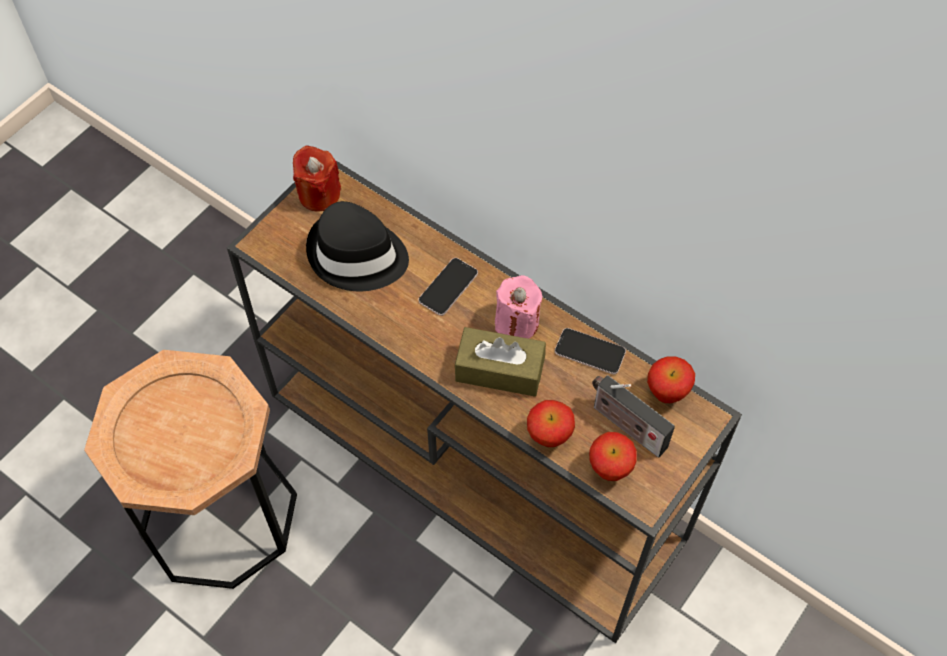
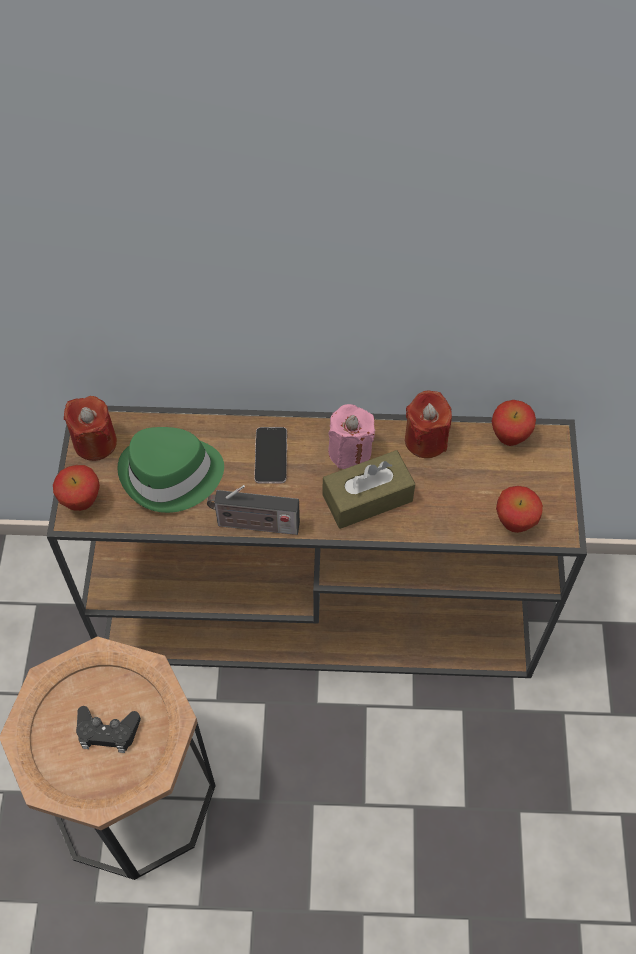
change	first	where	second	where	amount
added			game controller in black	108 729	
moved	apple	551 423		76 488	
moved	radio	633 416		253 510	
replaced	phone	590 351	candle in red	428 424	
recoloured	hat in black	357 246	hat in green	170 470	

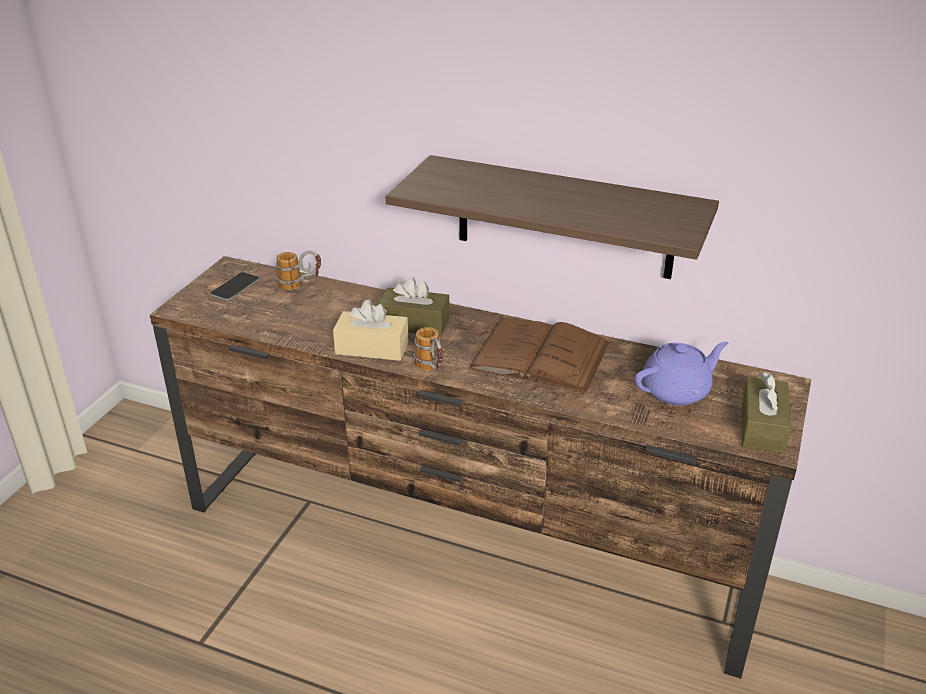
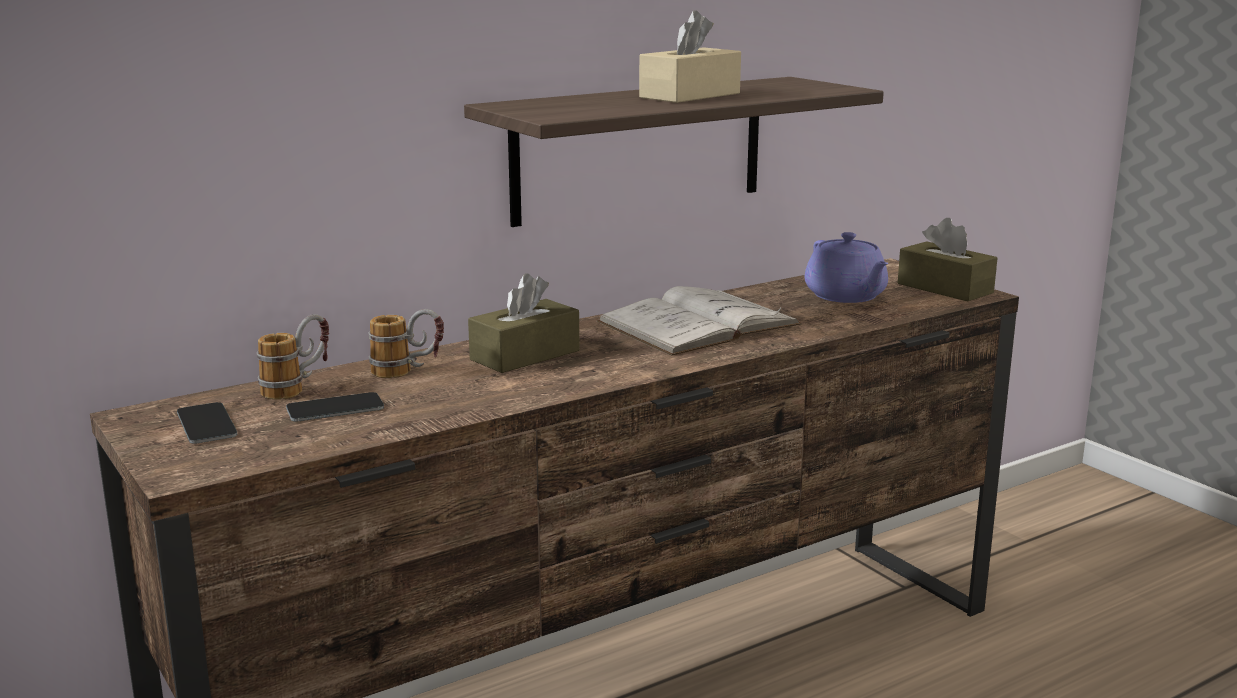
change	first	where	second	where	amount
added			phone	335 407	
moved	tissue box in beige	370 330		690 56	
moved	mug	428 349		406 343	
recoloured	book in brown	539 355	book in white	699 321	
turned	teapot in purple	681 373		846 267	150 degrees clockwise

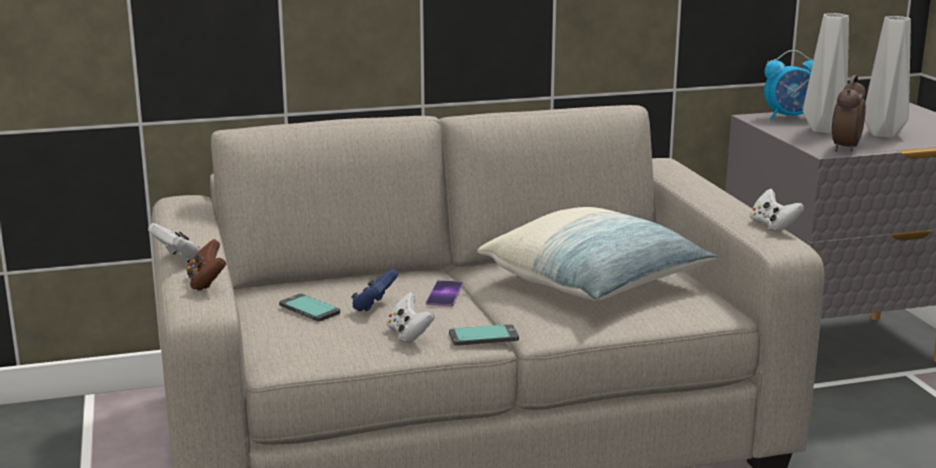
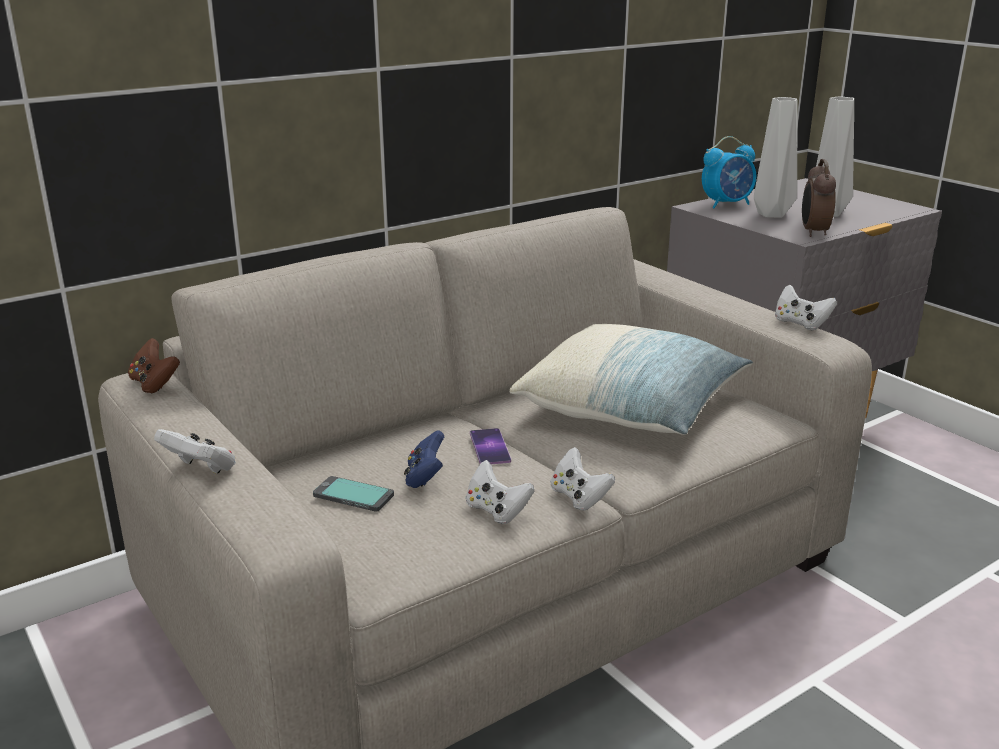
change	first	where	second	where	amount
moved	game controller in brown	206 265		154 365	
replaced	phone	484 335	game controller in white	583 479	

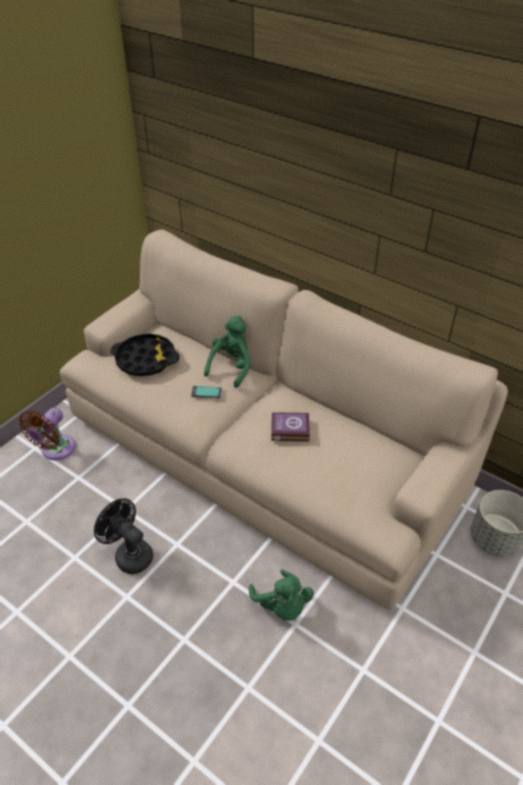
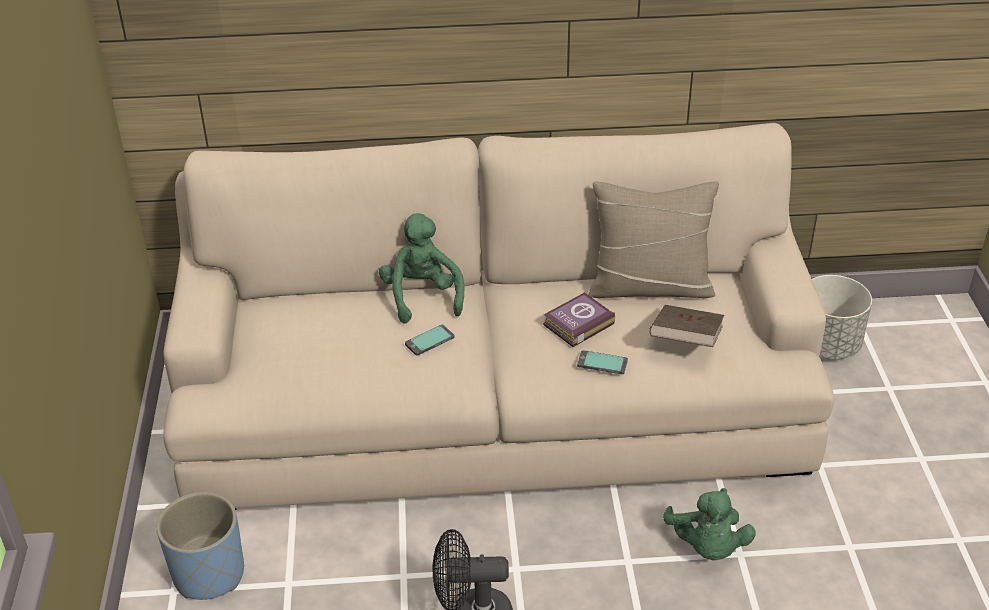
change	first	where	second	where	amount
removed	tray in black	145 355			
added			phone	602 362	
added			pillow in beige	653 239	
added			book in brown	686 326	
replaced	fan in brown	47 434	planter in blue	200 546	
turned	plush toy in green	281 595		709 524	60 degrees clockwise

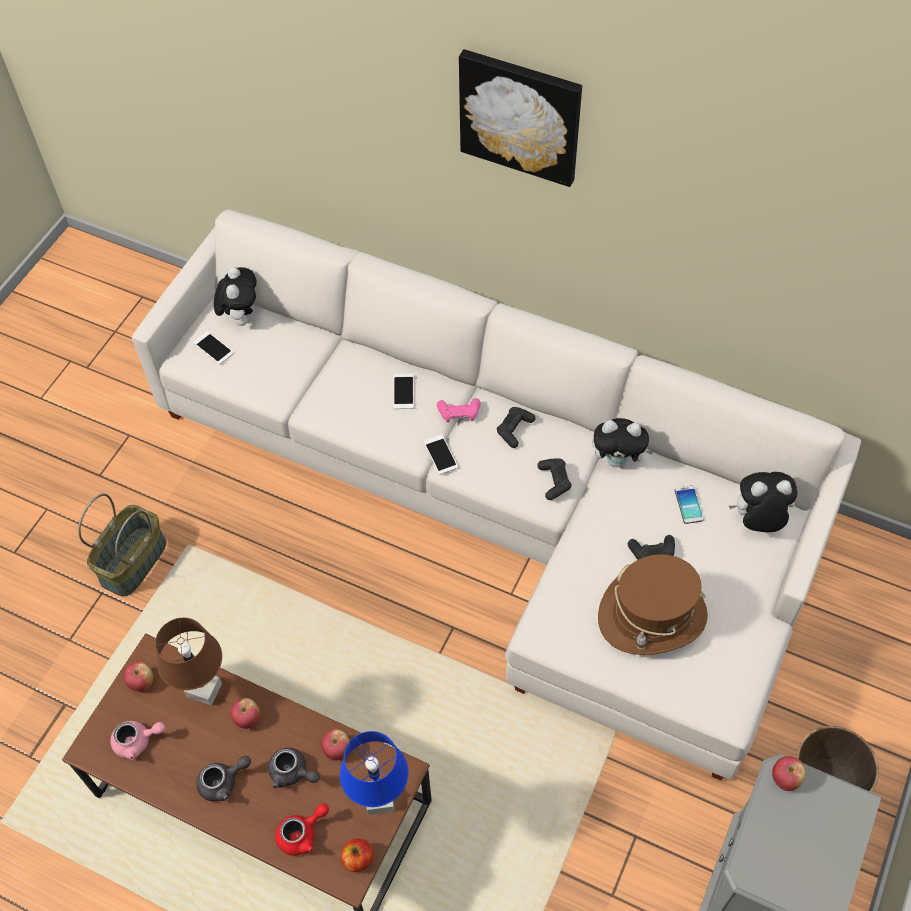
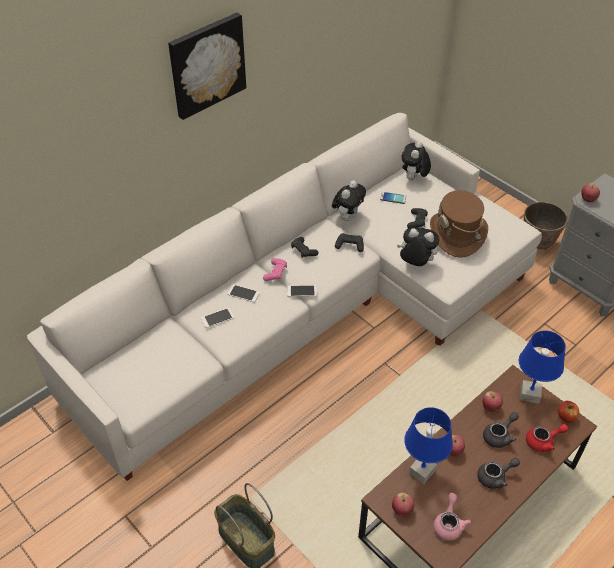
change	first	where	second	where	amount
moved	phone	213 347		218 318	
moved	plush toy	235 296		418 246	
recoloured	table lamp in brown	188 662	table lamp in blue	428 445	
turned	teapot in grey	223 779		498 473	75 degrees clockwise
turned	teapot in red	302 829		547 438	90 degrees clockwise

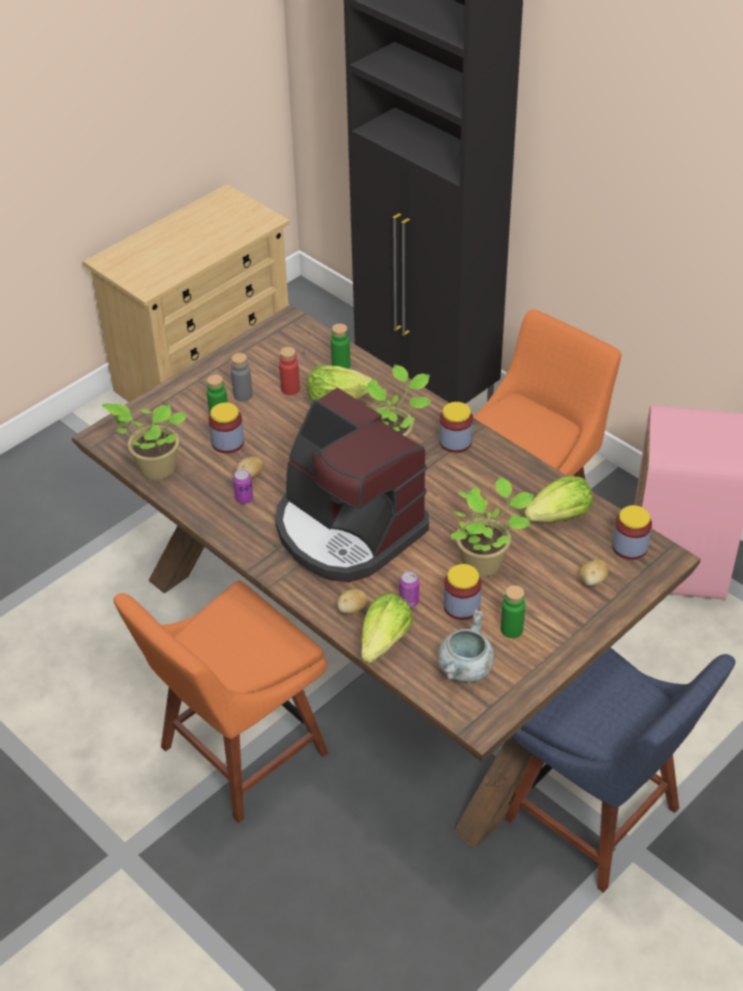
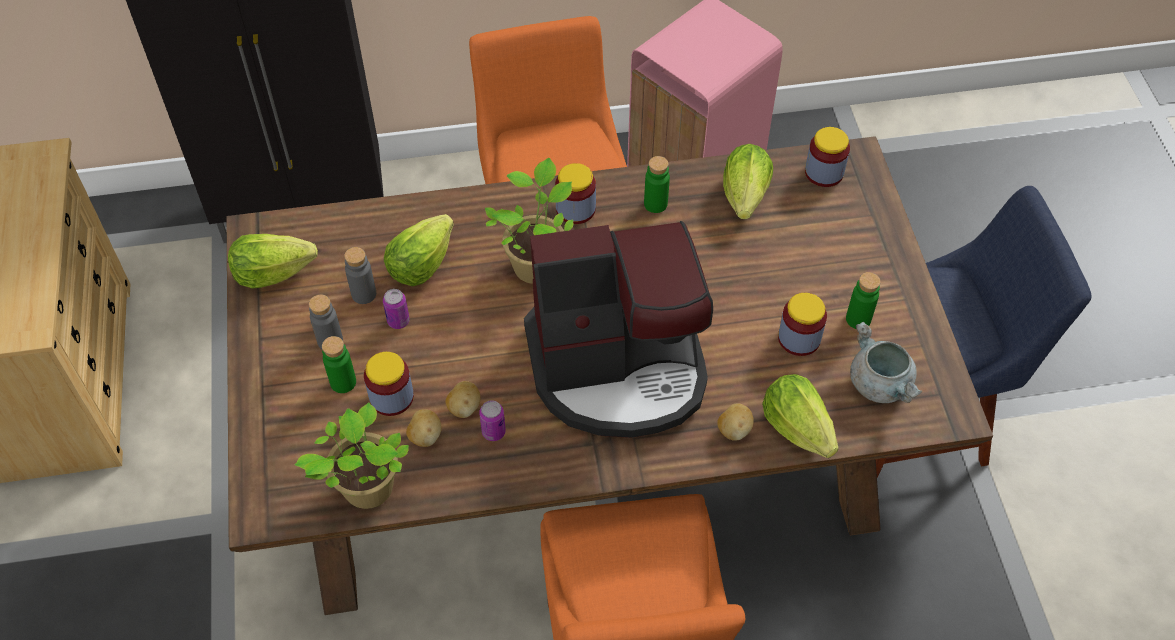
change	first	where	second	where	amount
removed	potted plant	492 527			
added			lettuce	273 261	
moved	bottle in green	340 346		657 184	
moved	can	409 589		396 309	
moved	potato	594 573		424 428	
recoloured	bottle in red	289 371	bottle in grey	360 275	

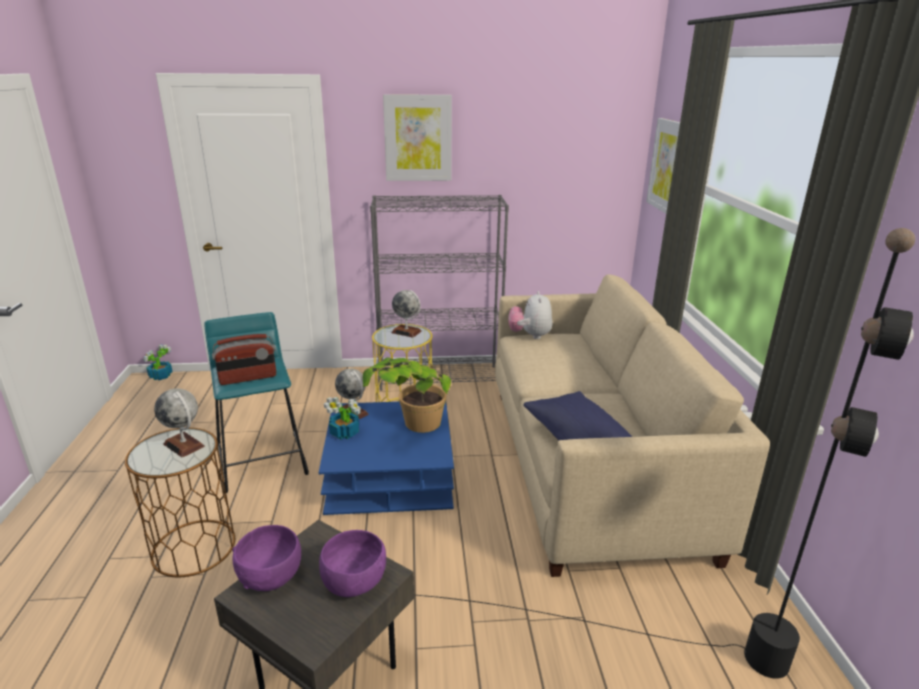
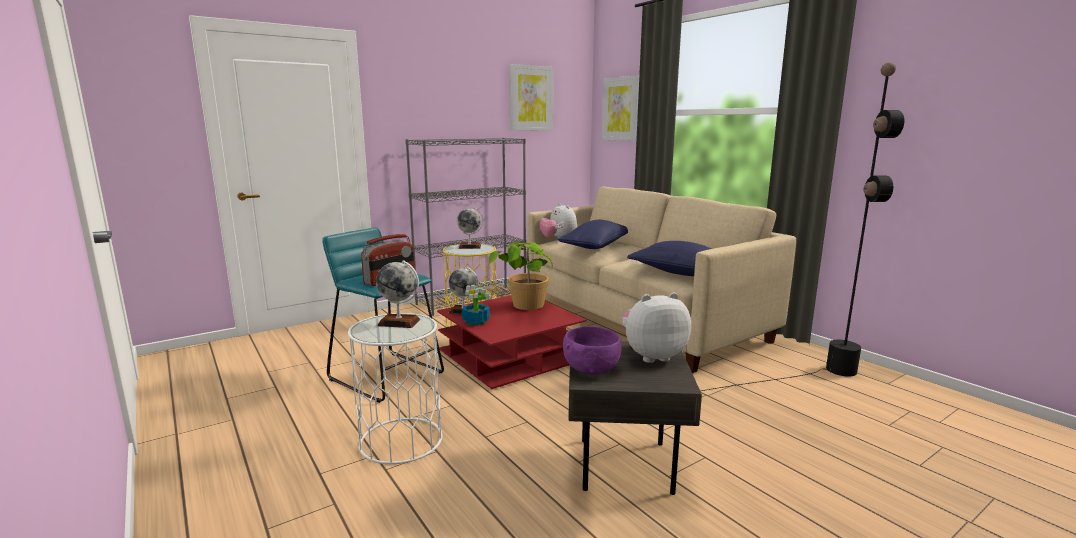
change	first	where	second	where	amount
removed	potted plant	158 362			
added			pillow in blue	593 234	
moved	picture	417 137		531 97	
replaced	bowl in purple	352 563	plush toy	656 328	
recoloured	side table in brown	180 502	side table in white	395 388	
recoloured	coffee table in blue	386 458	coffee table in red	512 342	

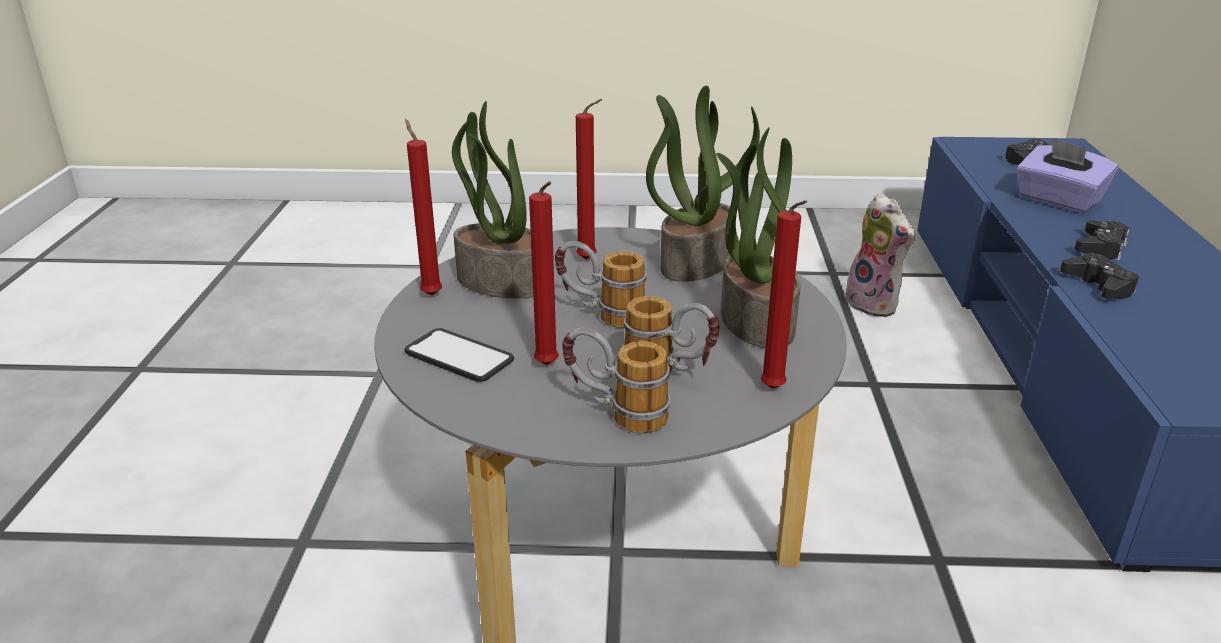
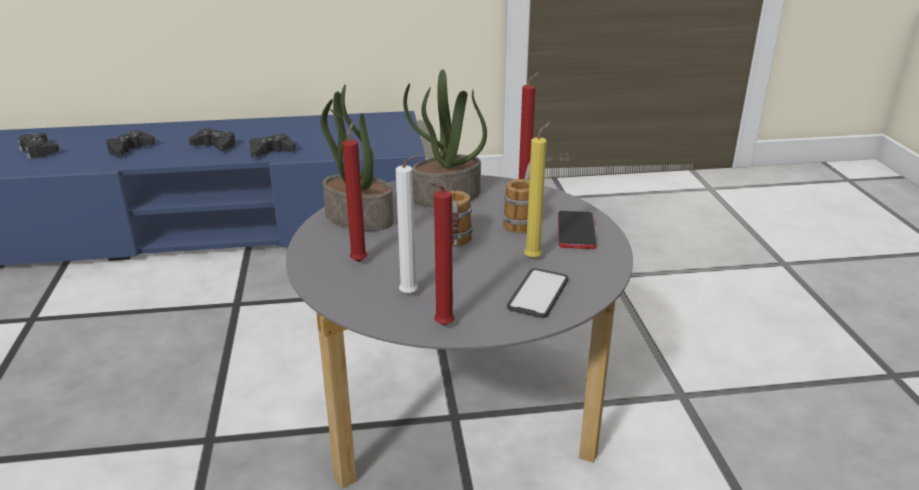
change	first	where	second	where	amount
removed	plush toy	880 255			
replaced	potted plant	492 199	candle in white	408 224	
replaced	mug	616 380	phone	577 230	
replaced	tissue box in purple	1068 175	game controller in black	131 143	
recoloured	candle in red	544 273	candle in yellow	537 190	

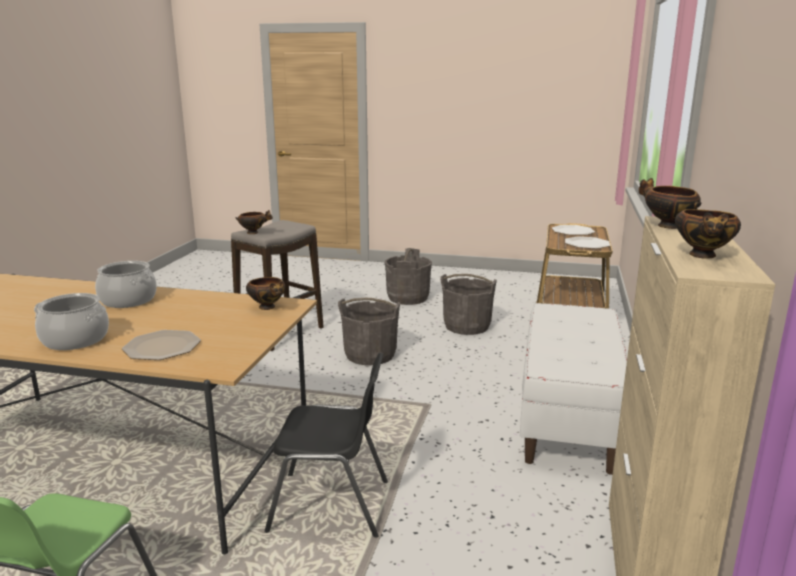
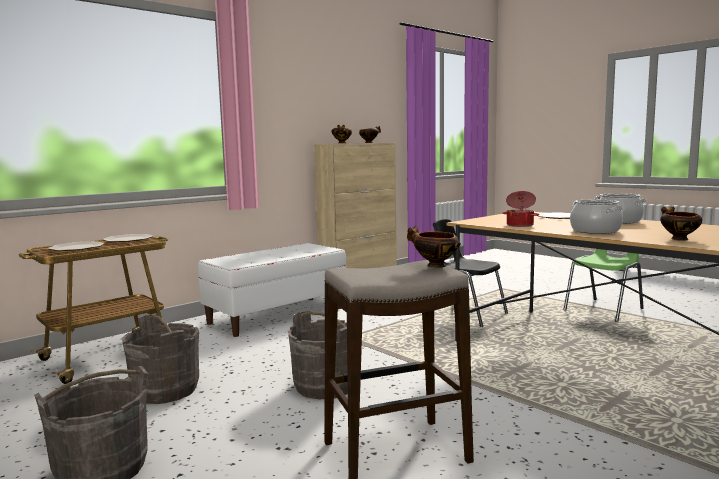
change	first	where	second	where	amount
added			cooking pot	520 209	
moved	bowl	265 293		681 223	

